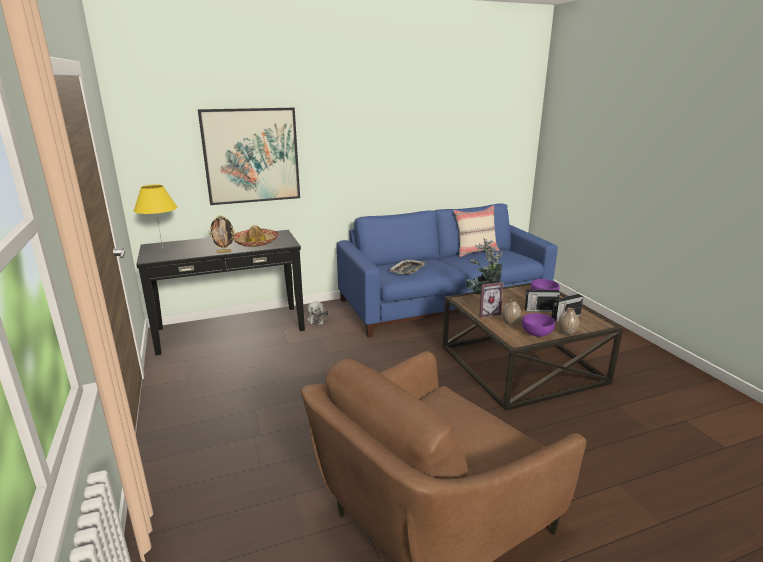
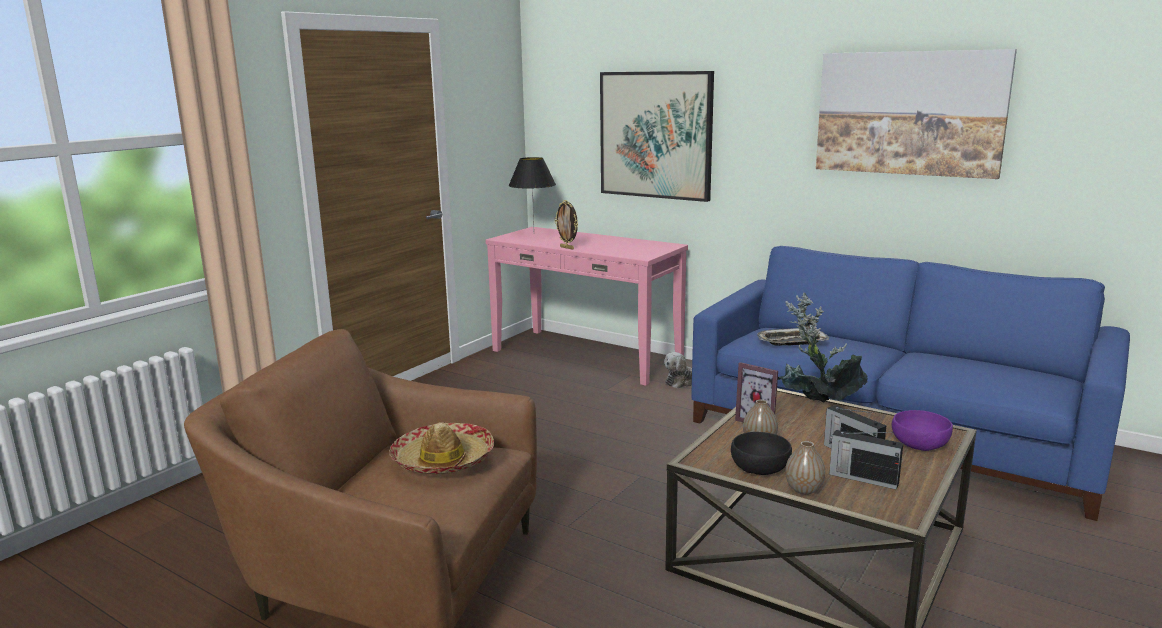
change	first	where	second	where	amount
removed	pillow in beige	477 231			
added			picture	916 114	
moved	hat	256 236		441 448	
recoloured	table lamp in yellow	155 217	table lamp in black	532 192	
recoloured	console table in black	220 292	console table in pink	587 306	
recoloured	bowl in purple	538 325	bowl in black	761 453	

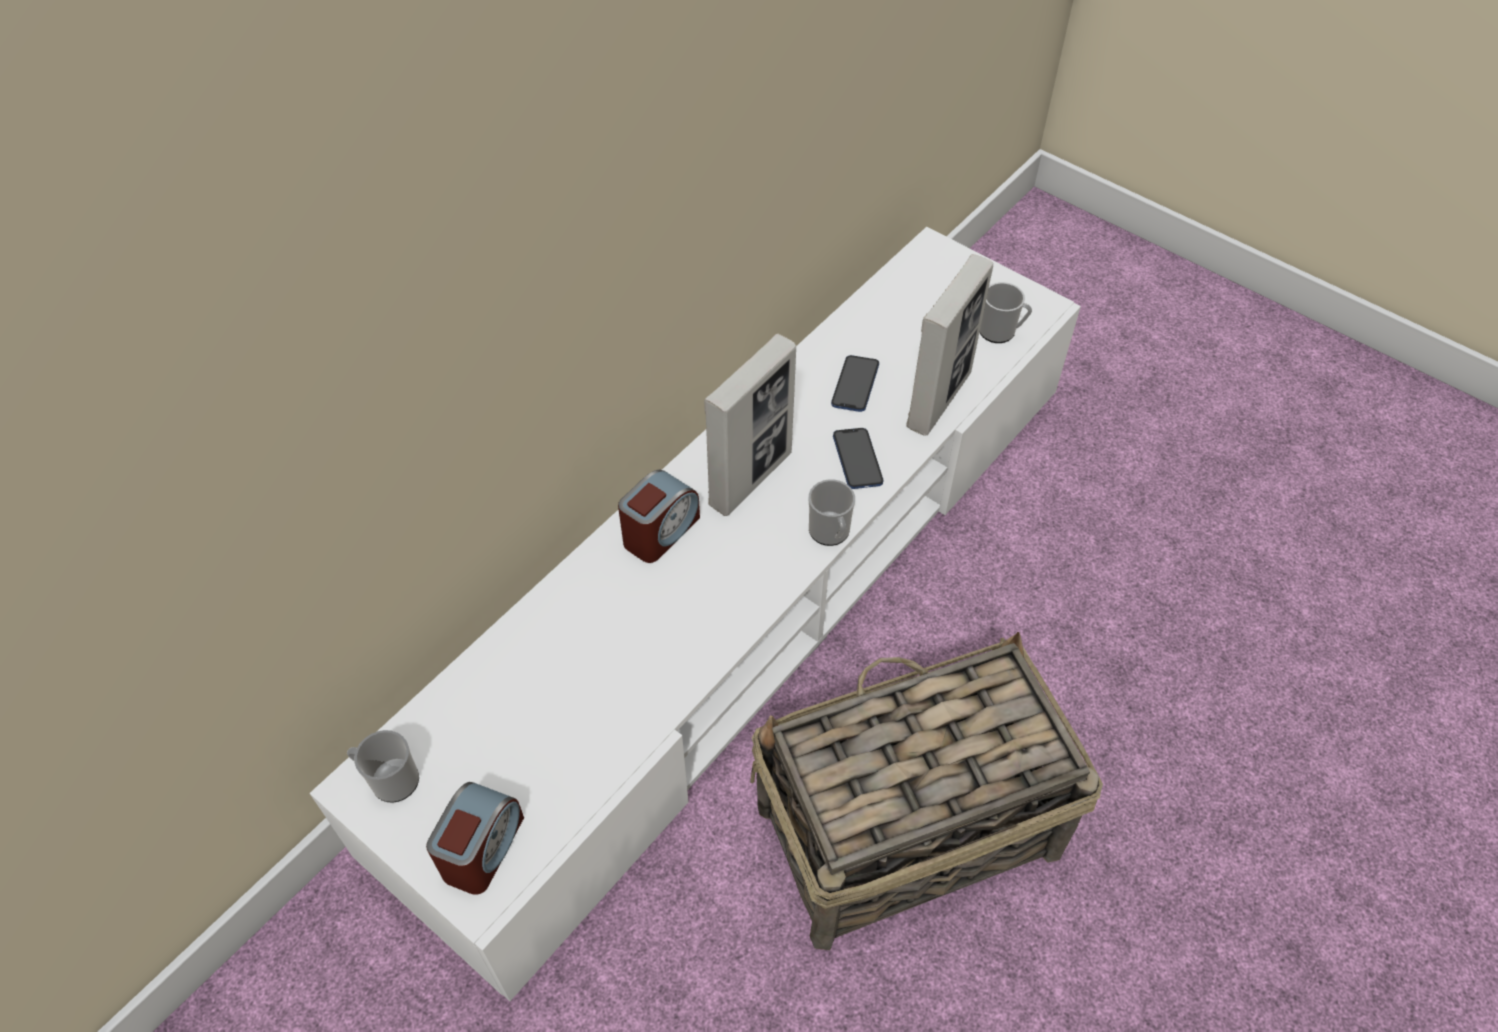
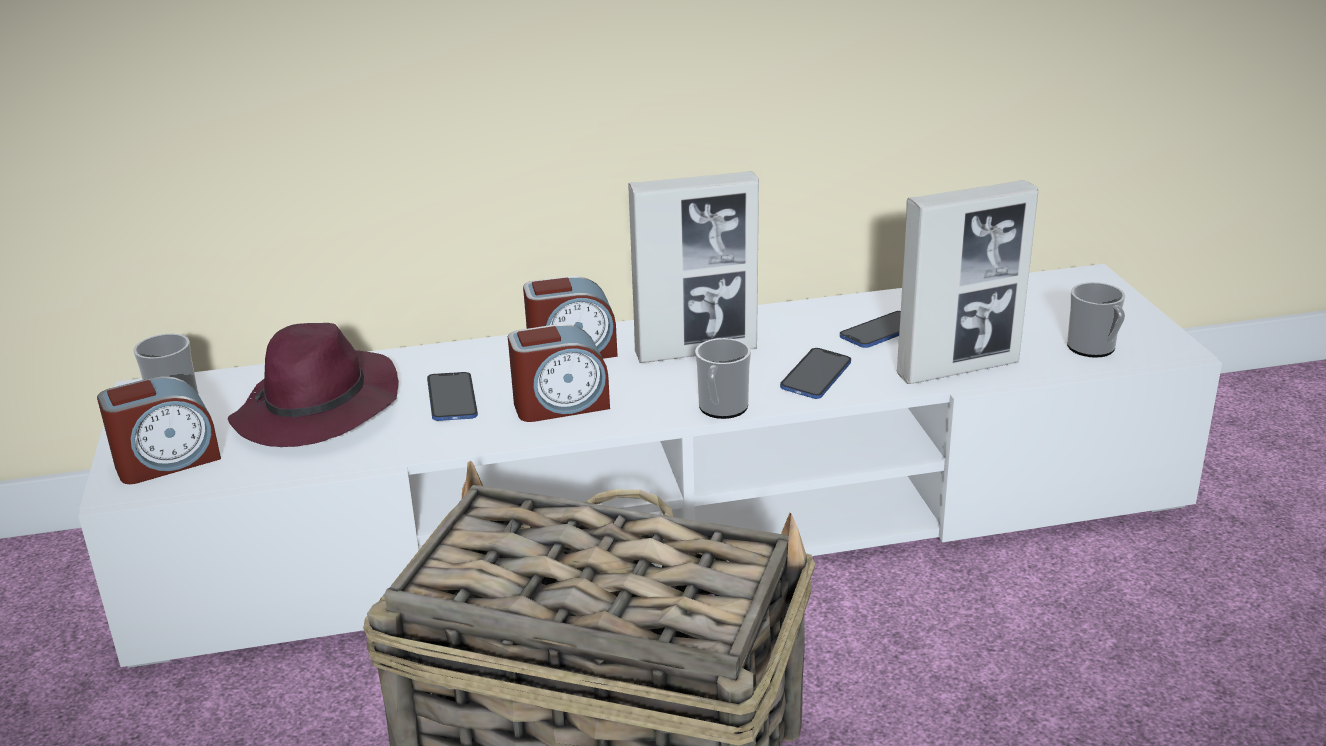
change	first	where	second	where	amount
added			hat in purple	313 385	
added			phone	452 396	
added			alarm clock	559 373	

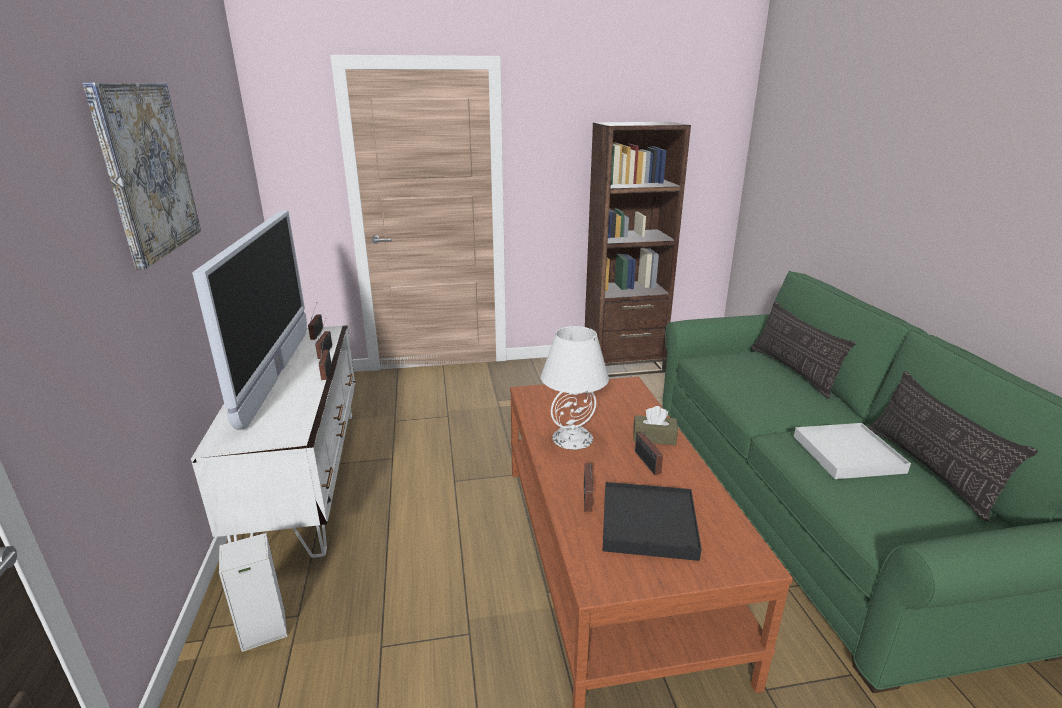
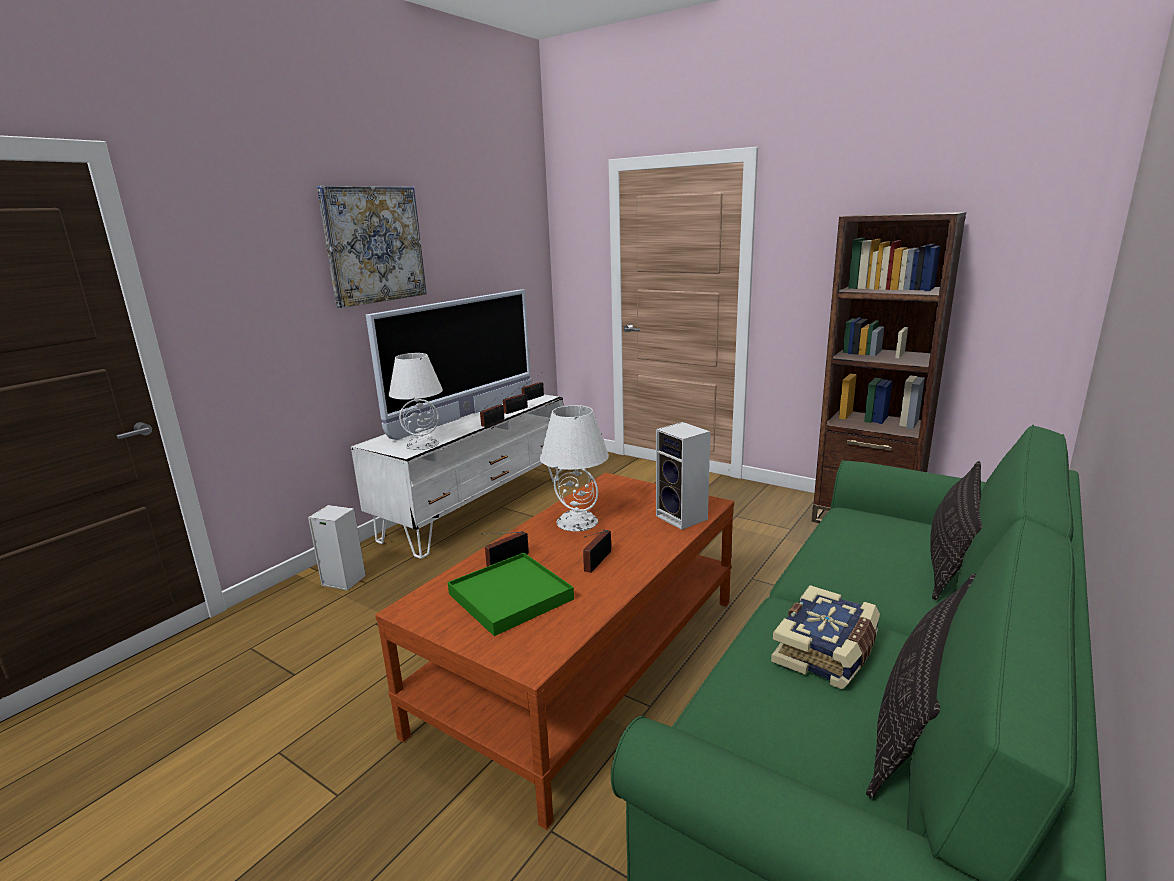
change	first	where	second	where	amount
removed	tissue box in brown	656 425			
added			table lamp in white	416 401	
added			speaker	683 476	
replaced	tray in white	852 451	book	825 637	
recoloured	tray in black	652 521	tray in green	511 594	

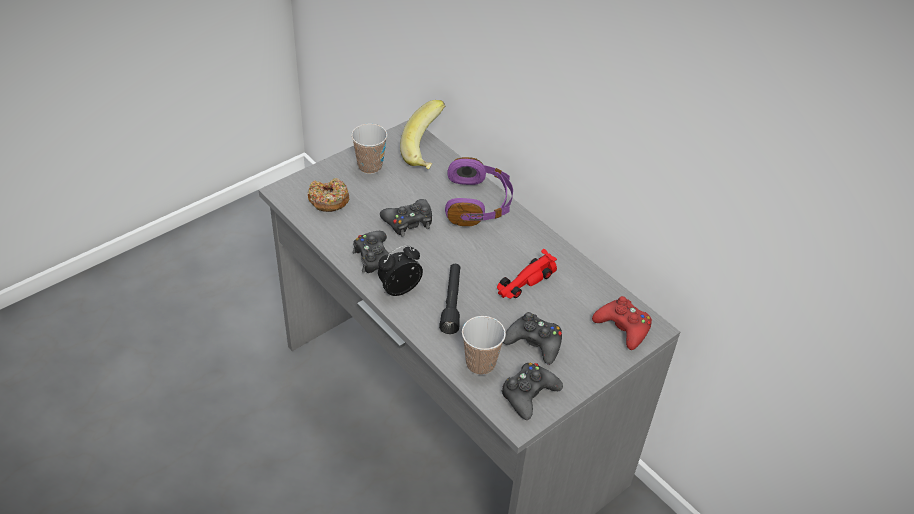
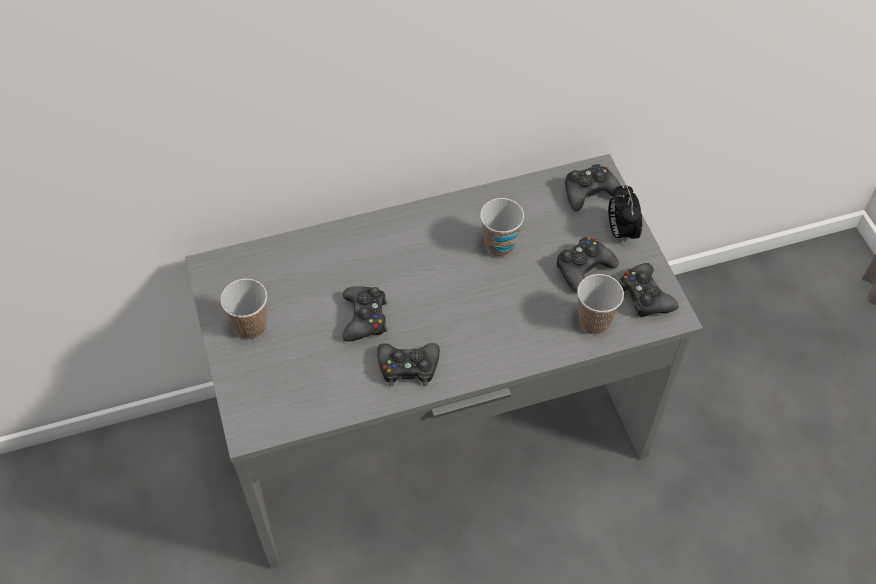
change	first	where	second	where	amount
removed	donut	328 195			
removed	banana	422 134			
removed	flashlight in black	449 299			
removed	headphones in purple	479 191			
moved	alarm clock	400 270		625 215	
replaced	toy car in red	527 274	cup	502 227	
recoloured	game controller in red	622 323	game controller in black	594 188	

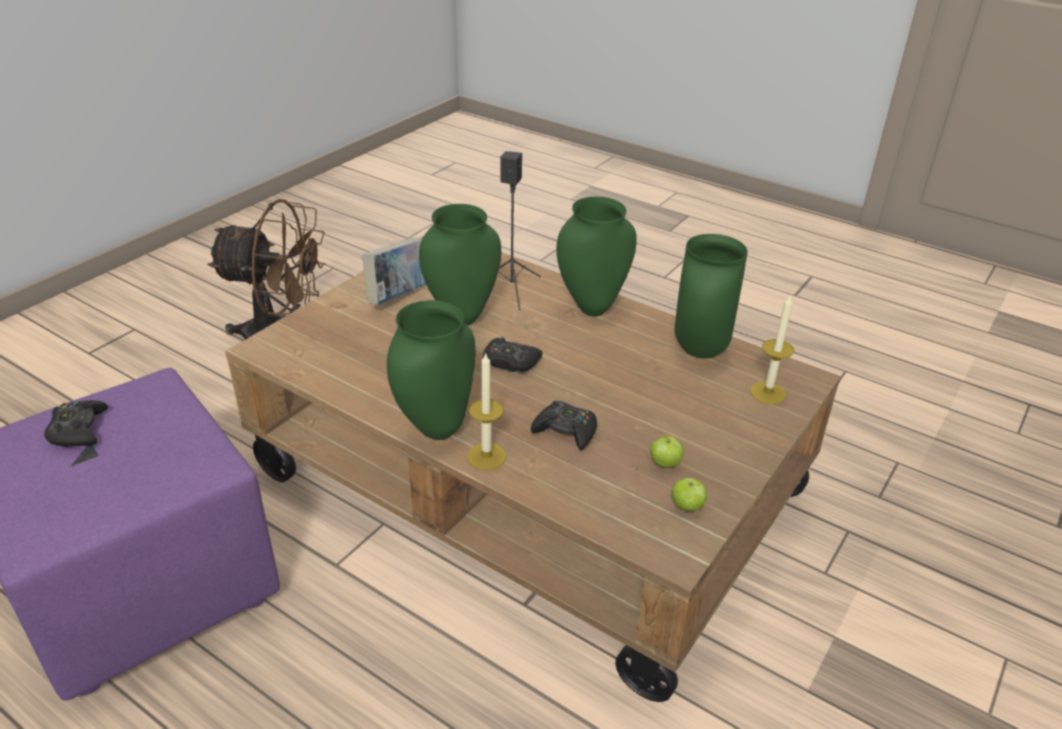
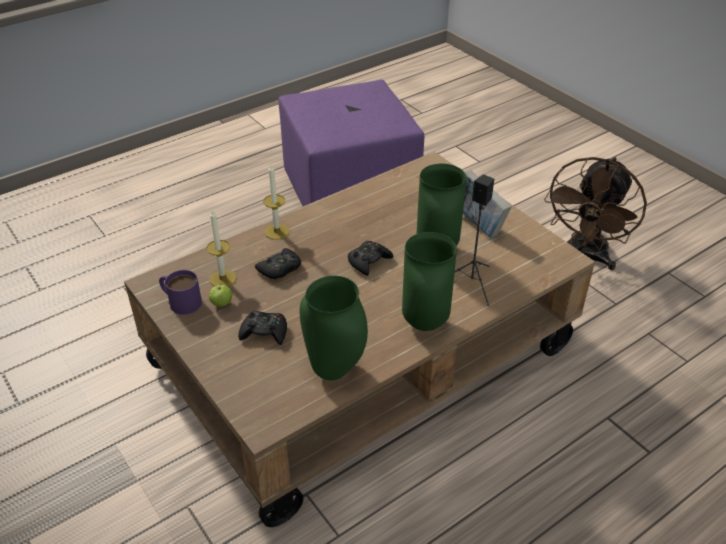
change	first	where	second	where	amount
removed	vase in green	431 370			
moved	game controller in black	76 423		262 328	
moved	candle	772 349		221 248	
replaced	apple	689 494	mug in purple	180 292	

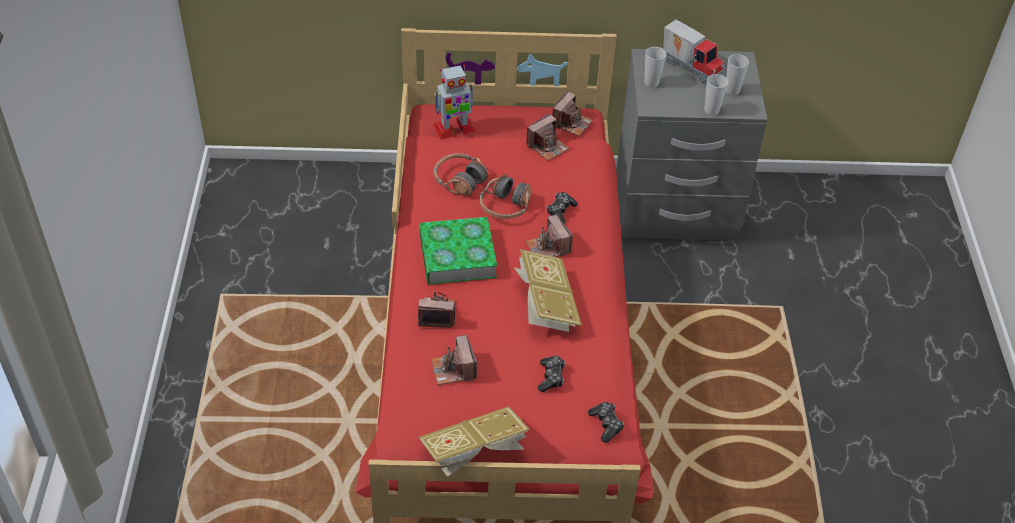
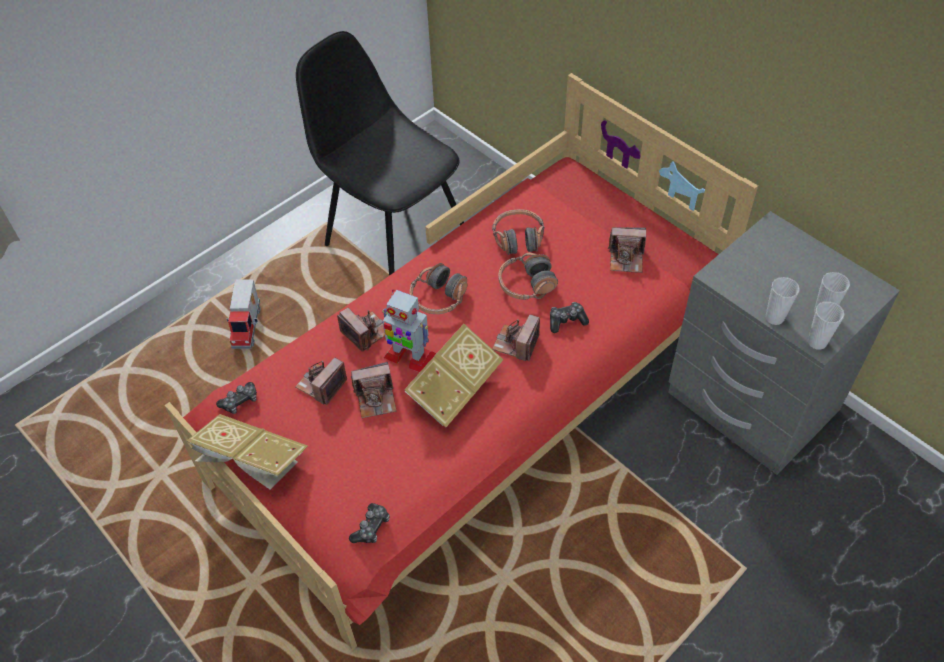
change	first	where	second	where	amount
added			chair in black	380 153	
moved	toy robot	454 101		409 330	
moved	game controller	551 374		236 398	
moved	photo camera	572 114		374 390	
moved	cup	655 67		826 325	
moved	toy truck	693 51		243 314	
replaced	book	458 250	headphones	438 288	

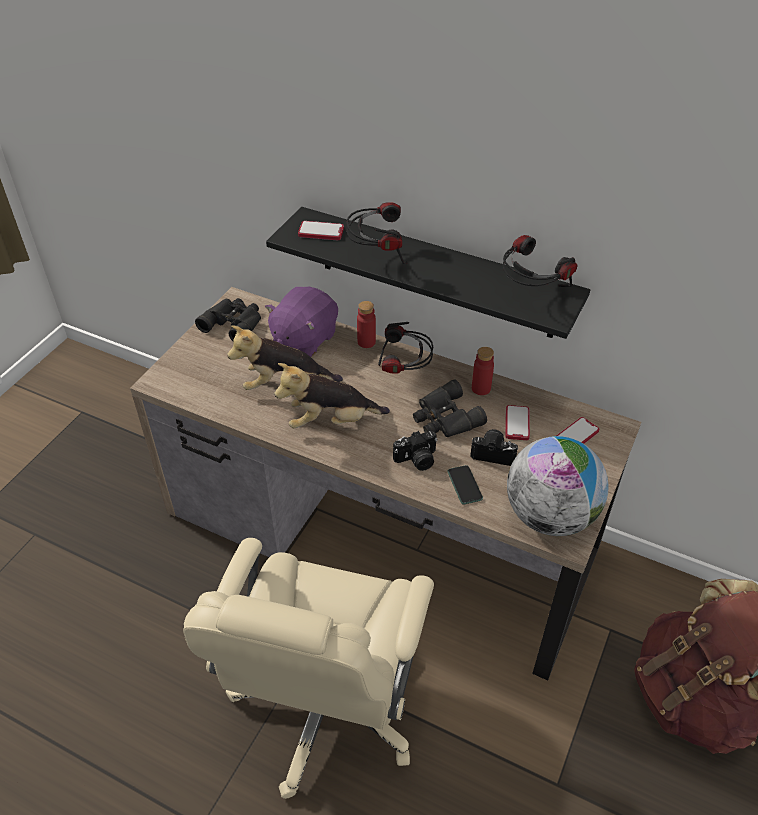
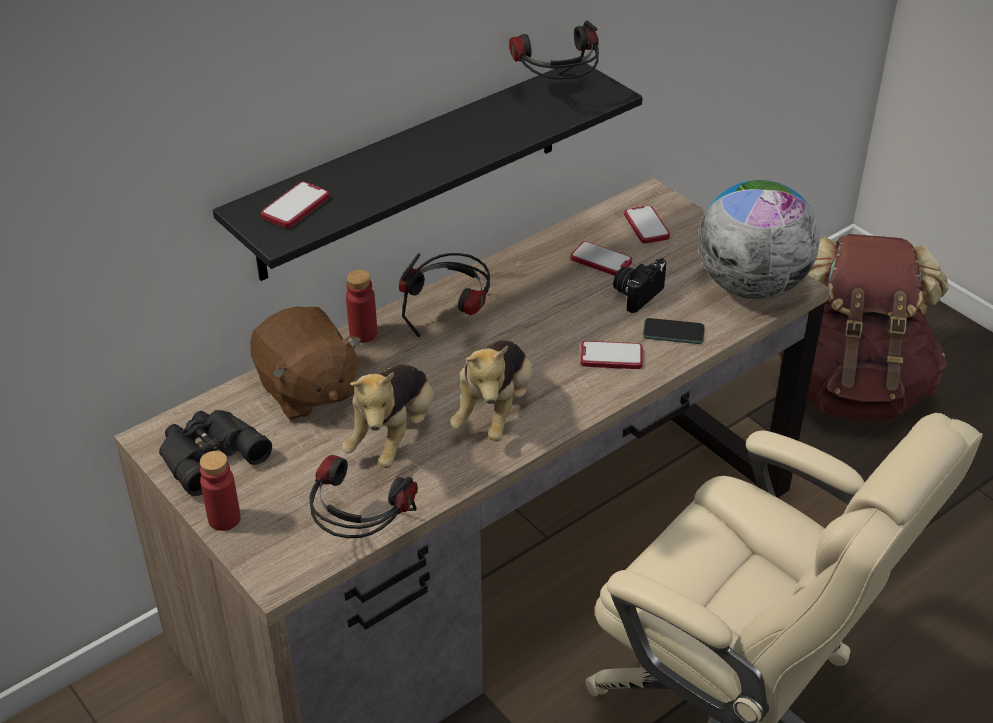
change	first	where	second	where	amount
removed	binoculars in black	450 408			
moved	headphones	377 233		363 496	
moved	bottle in red	483 371		220 491	
replaced	photo camera	415 451	phone	612 355	
recoloured	plush toy in purple	301 322	plush toy in brown	305 363	

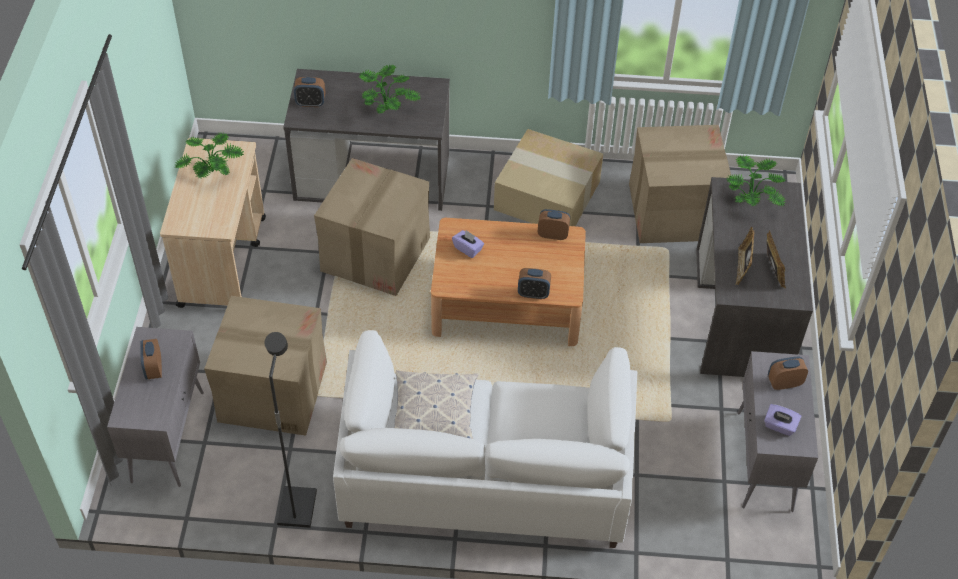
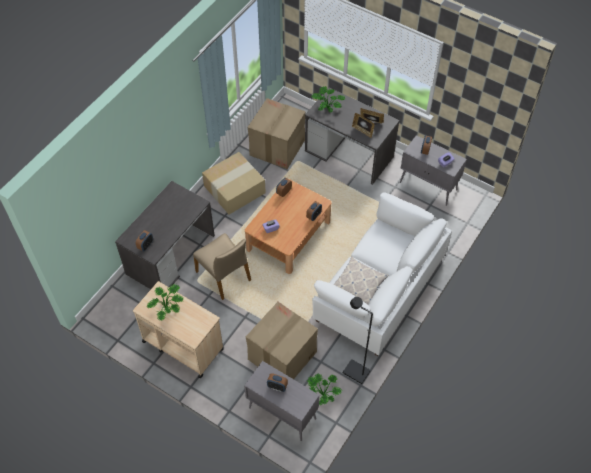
change	first	where	second	where	amount
moved	potted plant	390 89		324 389	
replaced	cardboard box	372 227	chair in beige	222 266	

